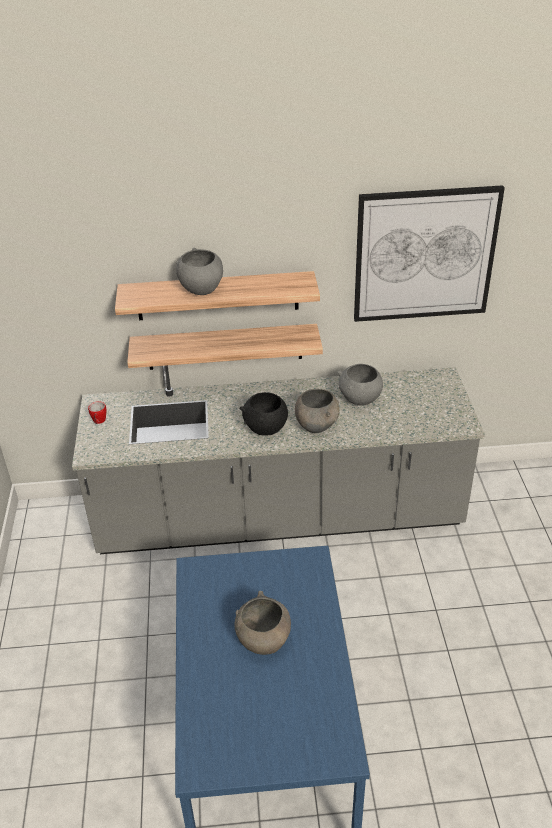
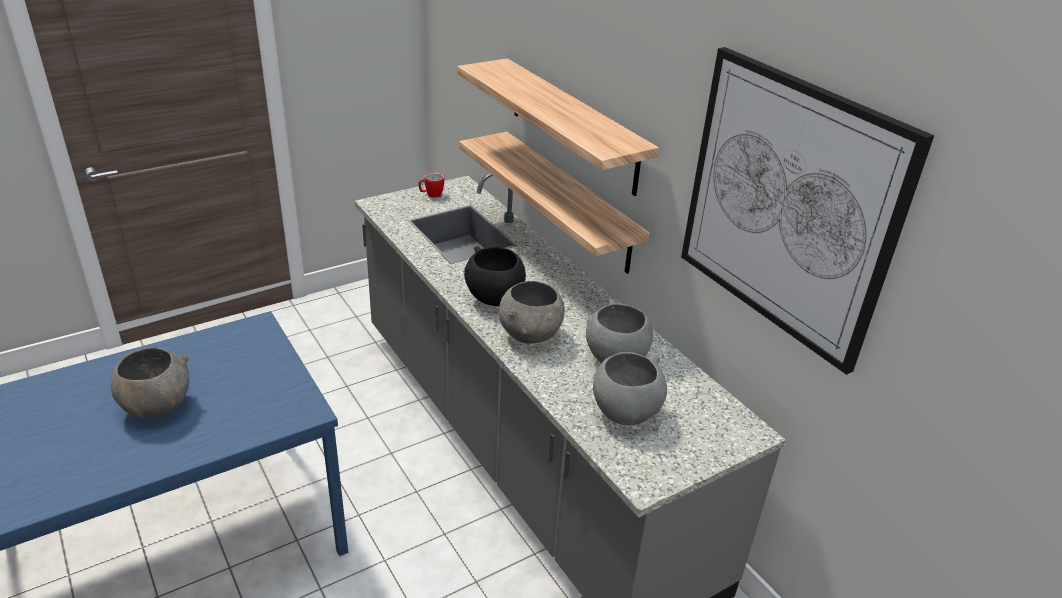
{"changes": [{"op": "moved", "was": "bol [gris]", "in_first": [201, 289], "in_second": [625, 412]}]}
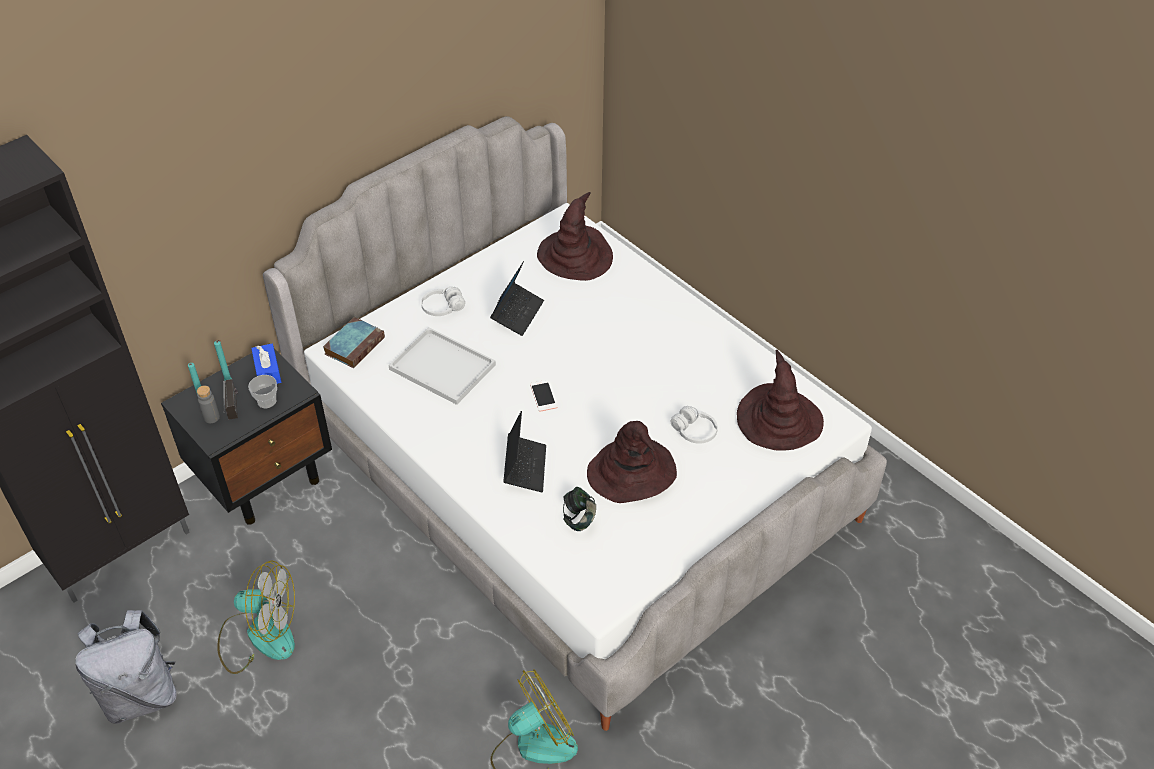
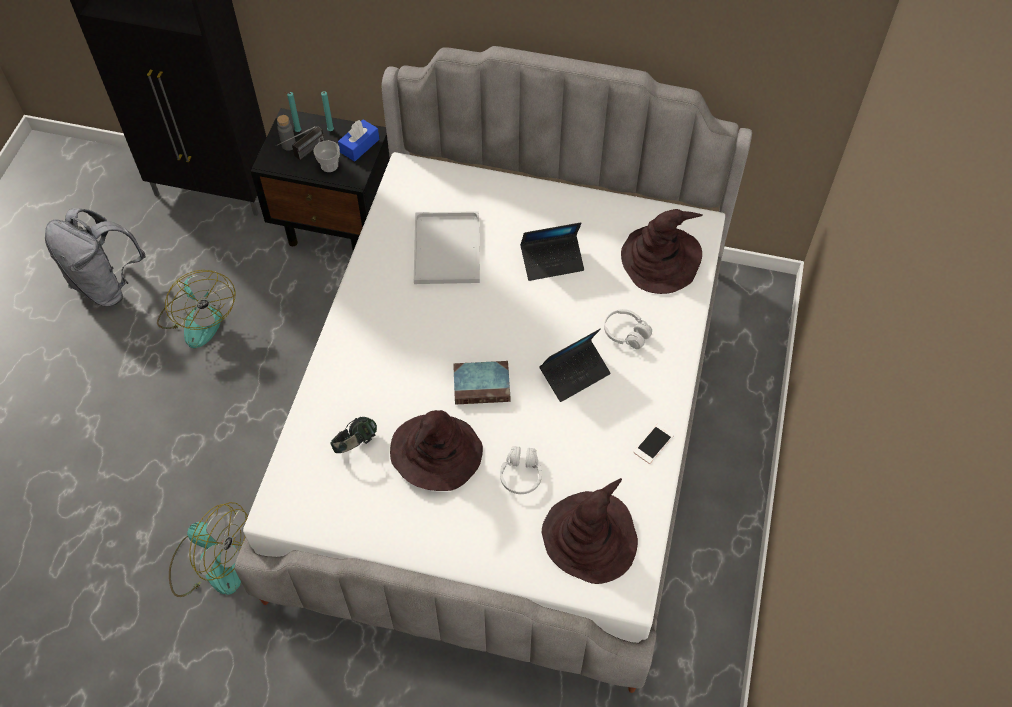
{"changes": [{"op": "moved", "was": "casque audio [blanc]", "in_first": [443, 308], "in_second": [626, 333]}, {"op": "moved", "was": "livre", "in_first": [355, 345], "in_second": [483, 385]}, {"op": "moved", "was": "téléphone", "in_first": [543, 396], "in_second": [653, 444]}, {"op": "moved", "was": "ordinateur portable", "in_first": [525, 467], "in_second": [574, 374]}]}
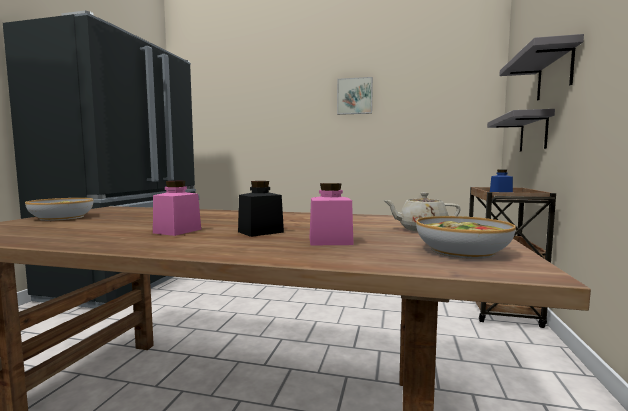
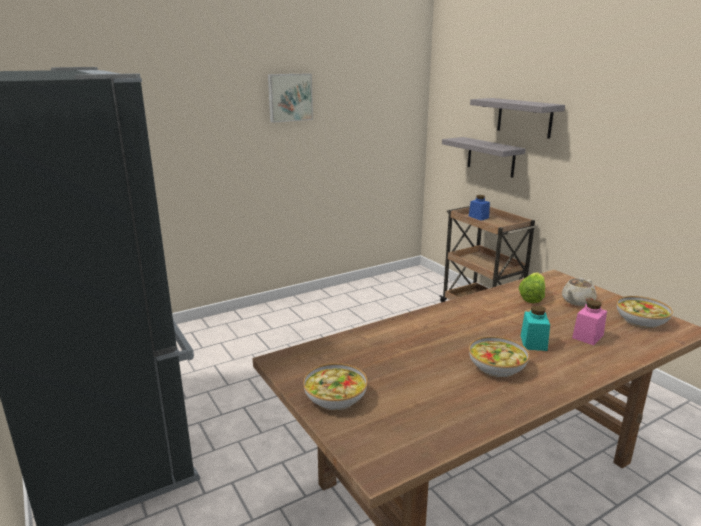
{"changes": [{"op": "replaced", "was": "bocal [rose]", "now": "bol", "in_first": [177, 231], "in_second": [496, 366]}, {"op": "recoloured", "was": "bocal [noir]", "now": "bocal [turquoise]", "in_first": [260, 232], "in_second": [533, 343]}, {"op": "added", "now": "laitue", "in_second": [532, 297]}]}
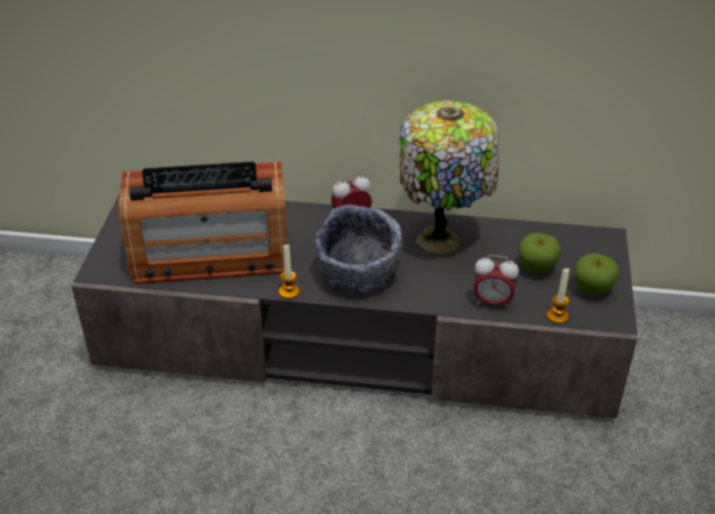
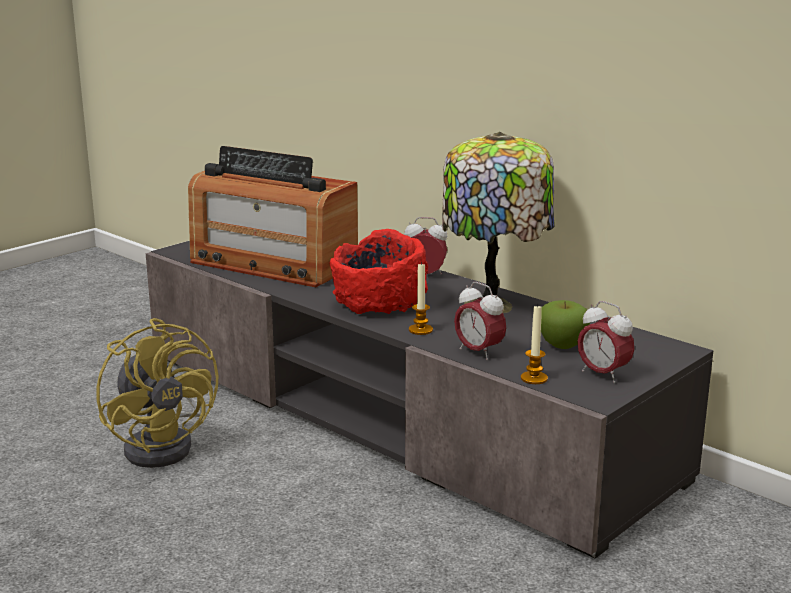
{"changes": [{"op": "recoloured", "was": "bol [gris]", "now": "bol [rouge]", "in_first": [359, 273], "in_second": [379, 304]}, {"op": "moved", "was": "bougie", "in_first": [289, 291], "in_second": [420, 330]}, {"op": "replaced", "was": "pomme", "now": "réveil", "in_first": [592, 290], "in_second": [603, 374]}, {"op": "added", "now": "ventilateur [jaune]", "in_second": [165, 445]}]}
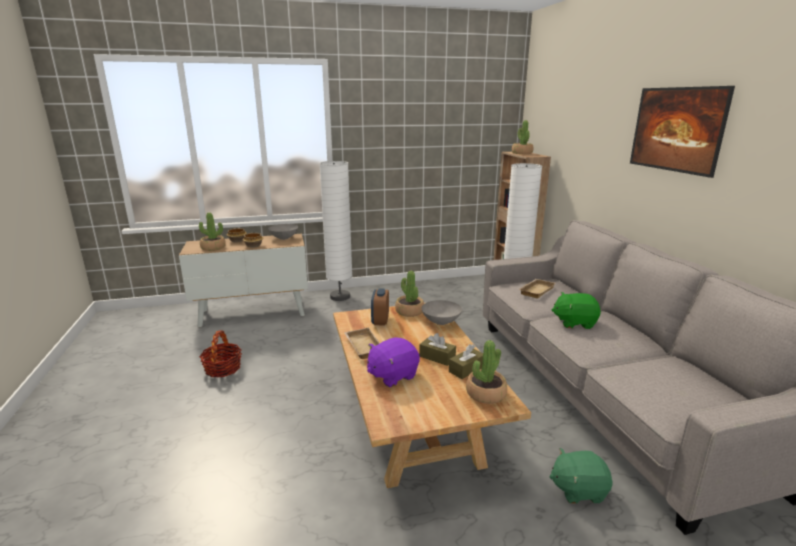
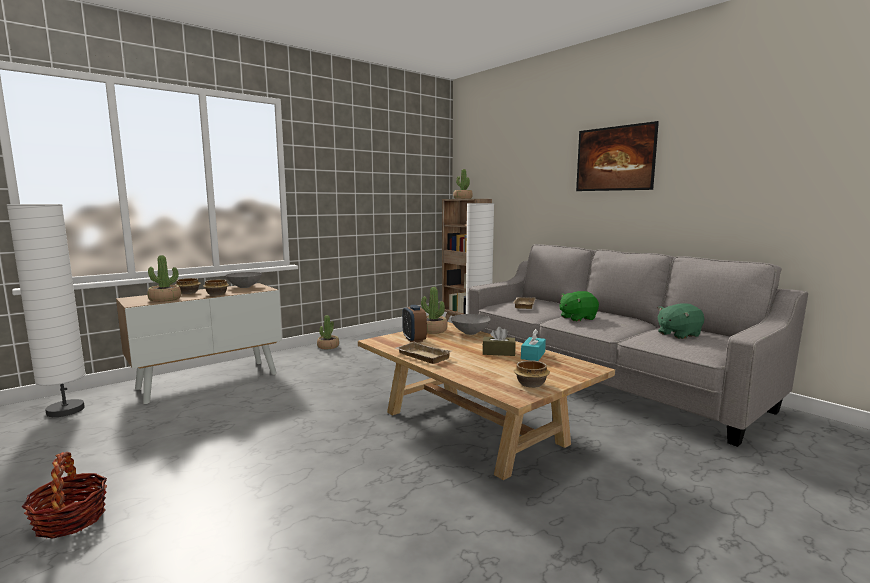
{"changes": [{"op": "moved", "was": "lampadaire [blanc]", "in_first": [340, 297], "in_second": [65, 410]}, {"op": "moved", "was": "panier", "in_first": [223, 368], "in_second": [70, 520]}, {"op": "removed", "was": "peluche [violet]", "in_first": [392, 375]}, {"op": "moved", "was": "plante en pot", "in_first": [485, 393], "in_second": [328, 346]}, {"op": "recoloured", "was": "boîte à mouchoirs [marron]", "now": "boîte à mouchoirs [turquoise]", "in_first": [466, 369], "in_second": [533, 355]}, {"op": "moved", "was": "peluche [vert]", "in_first": [578, 489], "in_second": [678, 334]}, {"op": "added", "now": "bol", "in_second": [530, 384]}]}
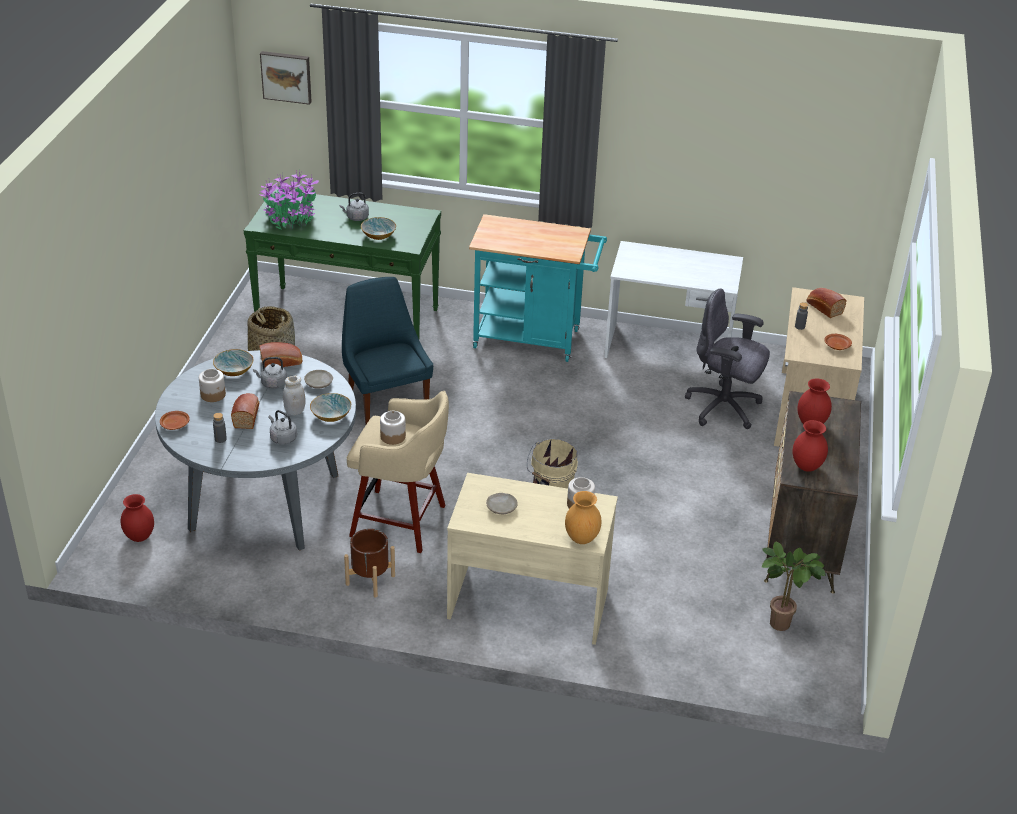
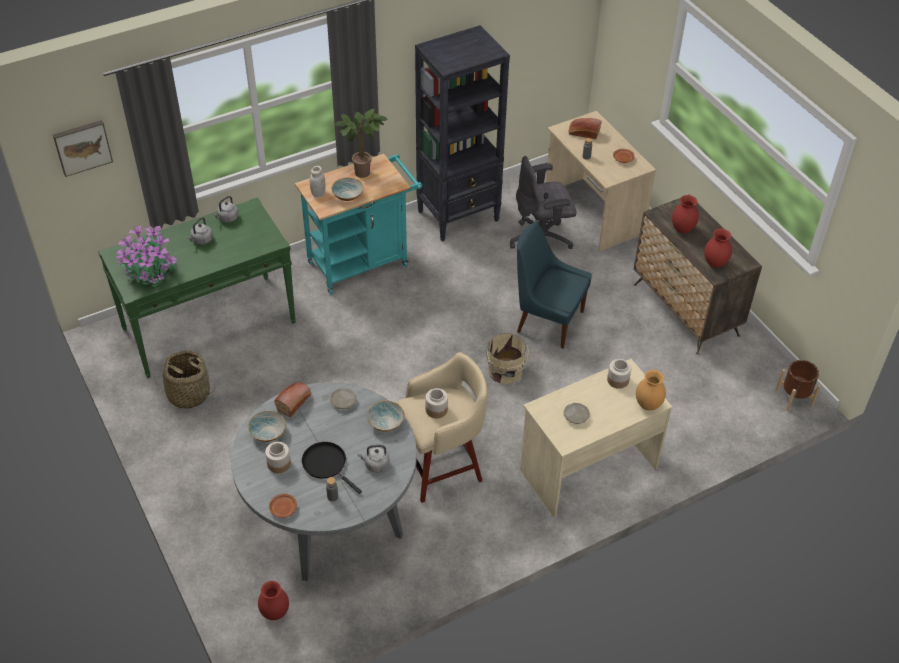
{"changes": [{"op": "moved", "was": "bol", "in_first": [379, 235], "in_second": [348, 195]}, {"op": "replaced", "was": "bureau [blanc]", "now": "bibliothèque [noir]", "in_first": [668, 349], "in_second": [459, 216]}, {"op": "moved", "was": "chaise [bleu]", "in_first": [386, 401], "in_second": [547, 320]}, {"op": "moved", "was": "bouilloire [gris]", "in_first": [272, 384], "in_second": [227, 218]}, {"op": "moved", "was": "bocal [blanc]", "in_first": [295, 411], "in_second": [318, 193]}, {"op": "replaced", "was": "pain", "now": "poêle [noir]", "in_first": [246, 416], "in_second": [326, 464]}, {"op": "moved", "was": "cache-pot [marron]", "in_first": [370, 580], "in_second": [794, 398]}, {"op": "moved", "was": "plante en pot", "in_first": [783, 623], "in_second": [364, 171]}]}
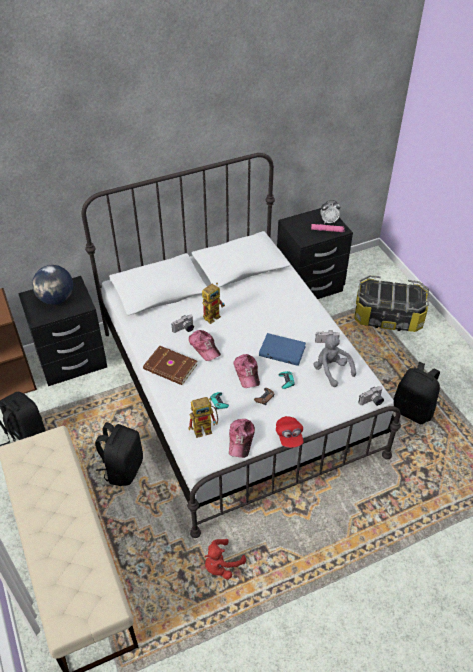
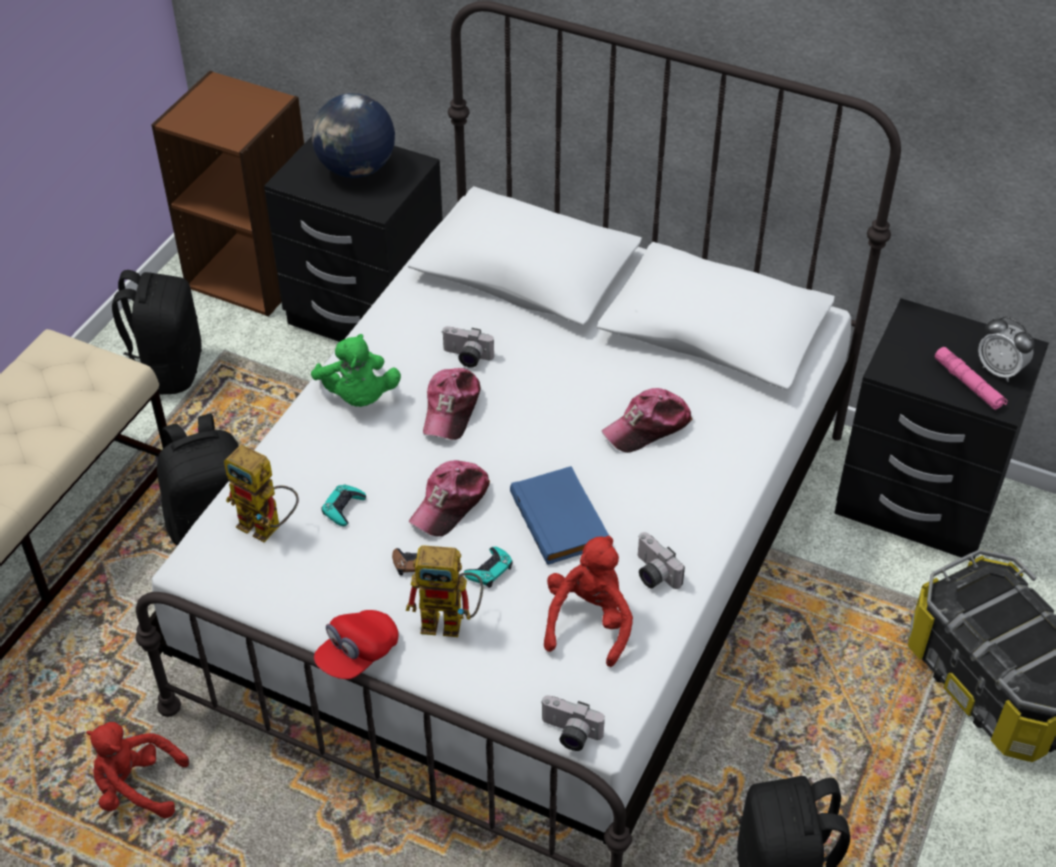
{"changes": [{"op": "moved", "was": "robot jouet", "in_first": [213, 315], "in_second": [451, 621]}, {"op": "recoloured", "was": "peluche [gris]", "now": "peluche [rouge]", "in_first": [331, 370], "in_second": [589, 622]}, {"op": "replaced", "was": "livre [marron]", "now": "peluche [vert]", "in_first": [170, 368], "in_second": [358, 397]}, {"op": "moved", "was": "casquette", "in_first": [241, 440], "in_second": [647, 427]}]}
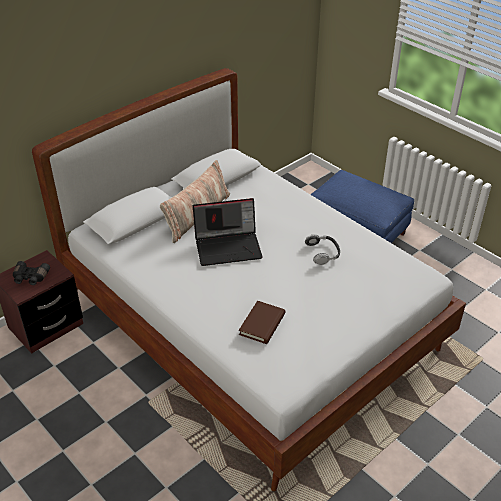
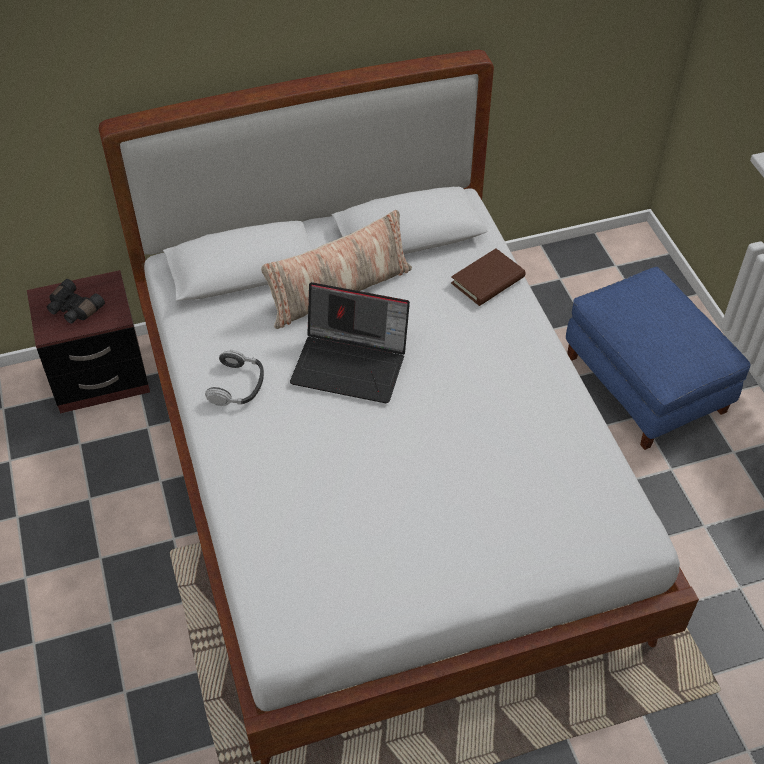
{"changes": [{"op": "moved", "was": "casque audio", "in_first": [323, 252], "in_second": [237, 385]}, {"op": "moved", "was": "livre [marron]", "in_first": [262, 324], "in_second": [488, 280]}]}
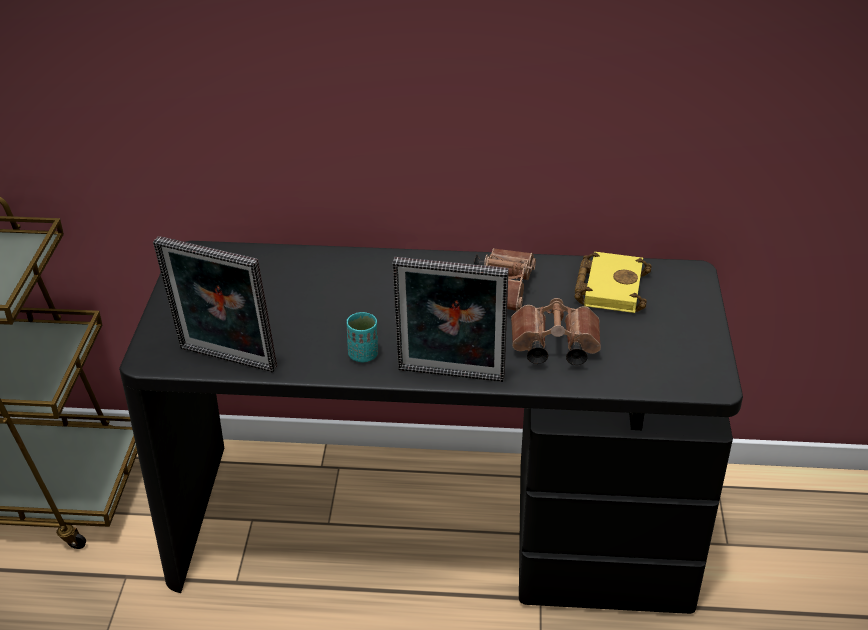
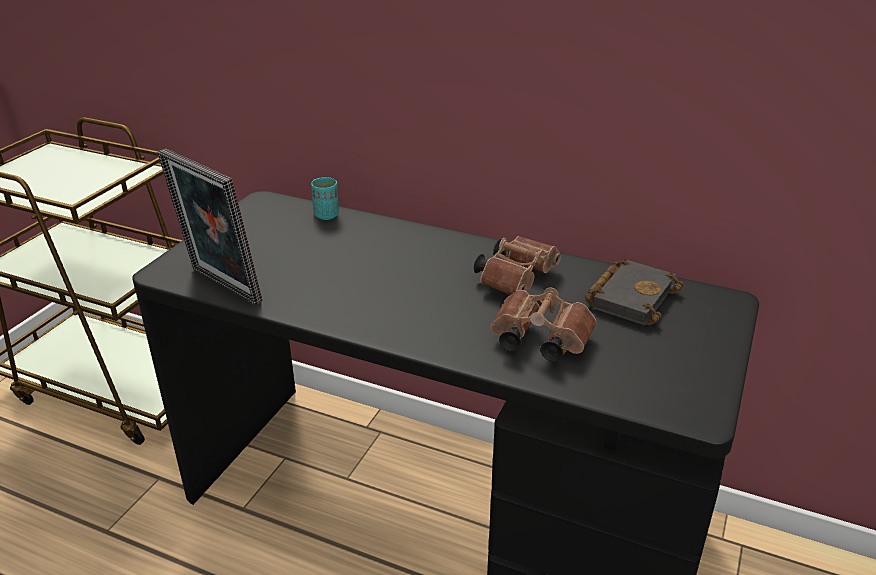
{"changes": [{"op": "recoloured", "was": "livre [jaune]", "now": "livre [noir]", "in_first": [609, 286], "in_second": [630, 296]}, {"op": "removed", "was": "cadre photo", "in_first": [450, 377]}, {"op": "moved", "was": "tasse [turquoise]", "in_first": [363, 355], "in_second": [326, 215]}]}
